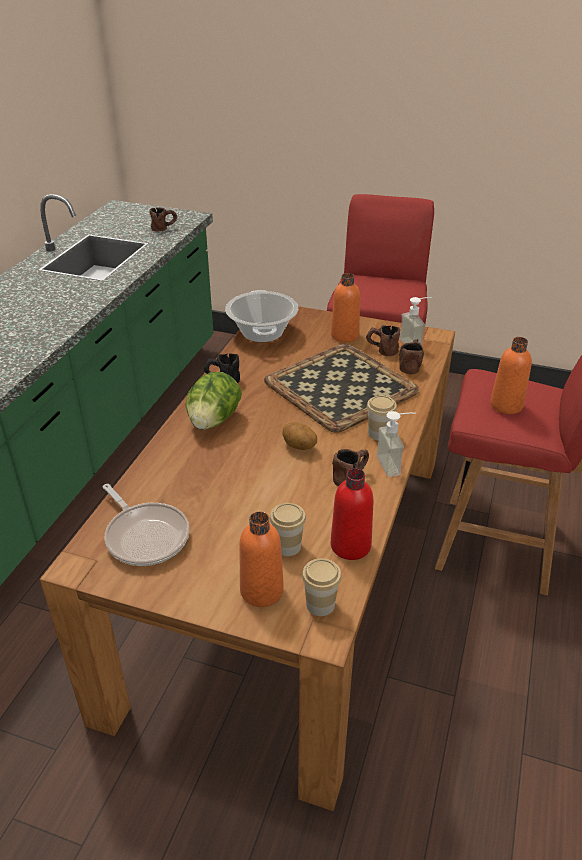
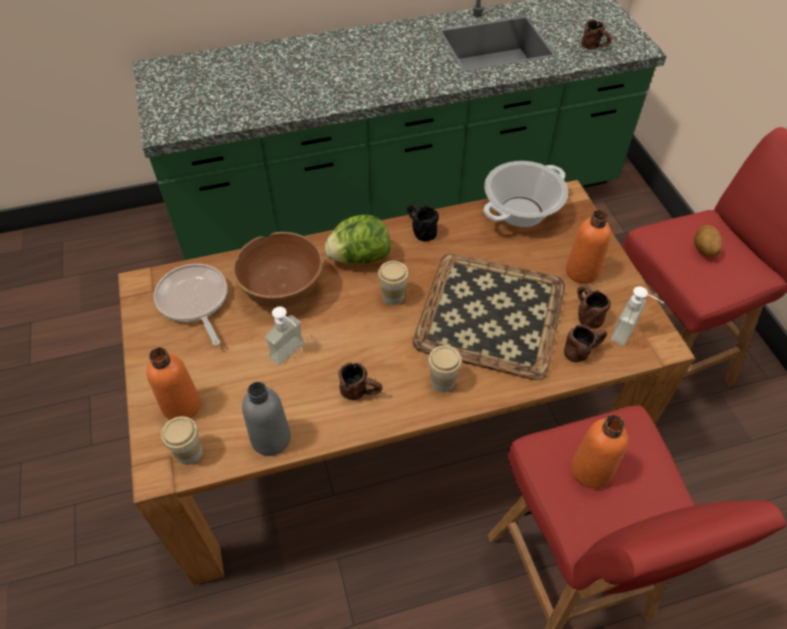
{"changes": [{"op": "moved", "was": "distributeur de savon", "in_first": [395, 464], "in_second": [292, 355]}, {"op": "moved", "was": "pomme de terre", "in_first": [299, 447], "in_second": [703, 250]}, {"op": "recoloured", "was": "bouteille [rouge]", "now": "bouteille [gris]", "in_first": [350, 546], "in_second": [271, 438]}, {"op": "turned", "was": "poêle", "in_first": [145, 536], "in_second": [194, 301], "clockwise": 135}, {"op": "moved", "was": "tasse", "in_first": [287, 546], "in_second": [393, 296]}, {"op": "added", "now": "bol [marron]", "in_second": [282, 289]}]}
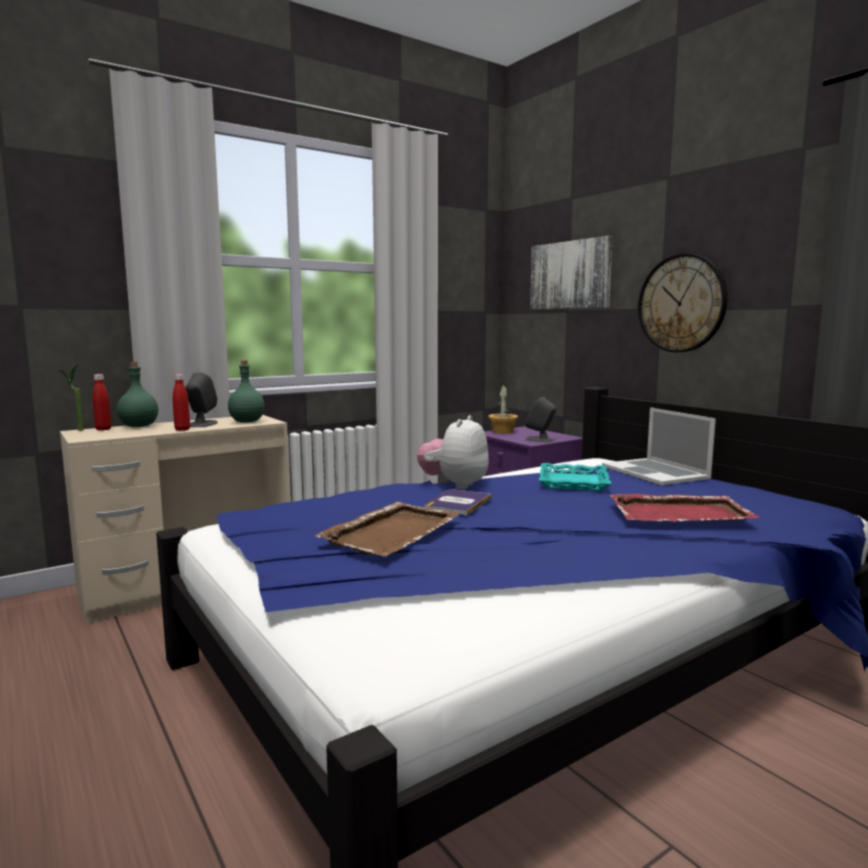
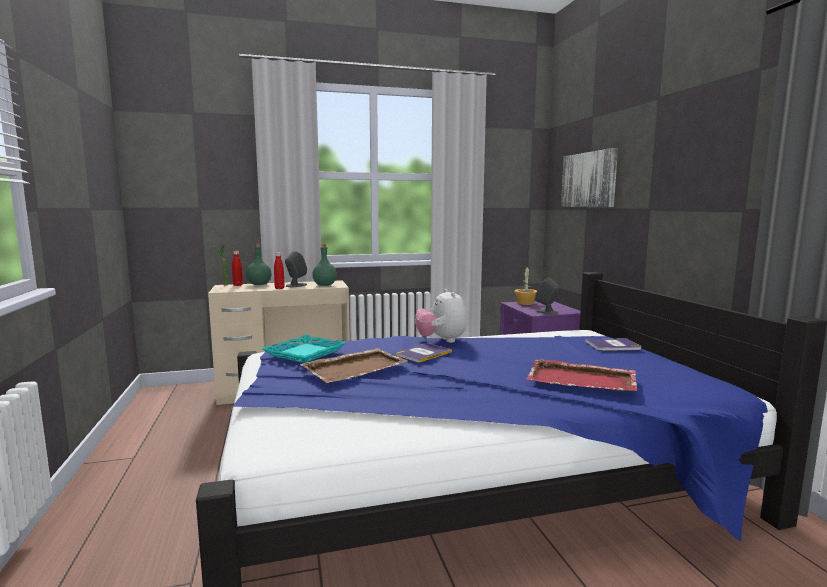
{"changes": [{"op": "removed", "was": "horloge murale", "in_first": [681, 303]}, {"op": "replaced", "was": "ordinateur portable", "now": "livre", "in_first": [655, 472], "in_second": [613, 345]}, {"op": "turned", "was": "peluche", "in_first": [455, 485], "in_second": [441, 340], "clockwise": -60}, {"op": "moved", "was": "plateau [turquoise]", "in_first": [574, 482], "in_second": [305, 353]}]}
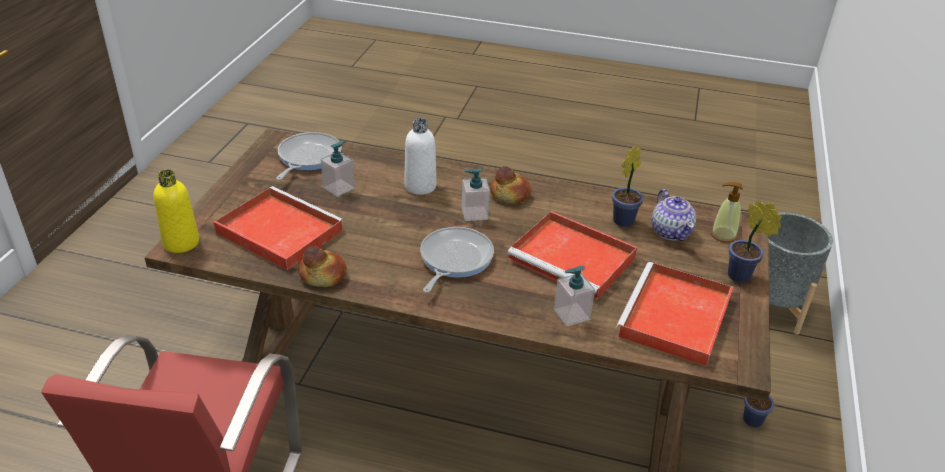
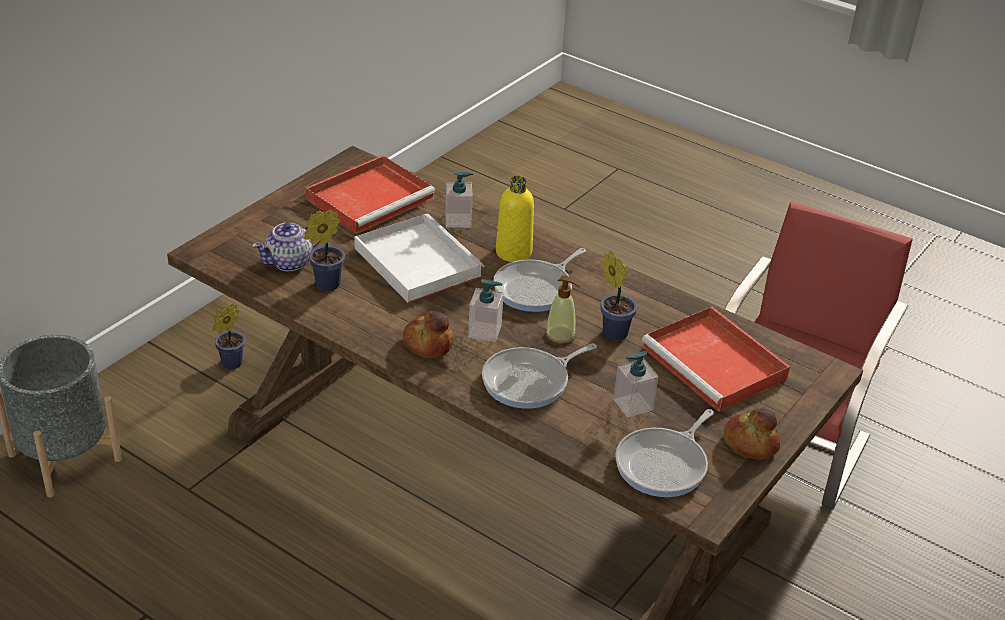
{"changes": [{"op": "replaced", "was": "bouteille [blanc]", "now": "poêle", "in_first": [420, 186], "in_second": [530, 382]}, {"op": "moved", "was": "bouteille [jaune]", "in_first": [181, 242], "in_second": [513, 252]}, {"op": "moved", "was": "distributeur de savon", "in_first": [723, 235], "in_second": [560, 336]}, {"op": "turned", "was": "théière", "in_first": [671, 231], "in_second": [290, 262], "clockwise": -135}, {"op": "moved", "was": "plante en pot", "in_first": [742, 277], "in_second": [613, 331]}, {"op": "recoloured", "was": "plateau [rouge]", "now": "plateau [blanc]", "in_first": [574, 259], "in_second": [415, 261]}, {"op": "moved", "was": "pain", "in_first": [323, 276], "in_second": [750, 443]}]}
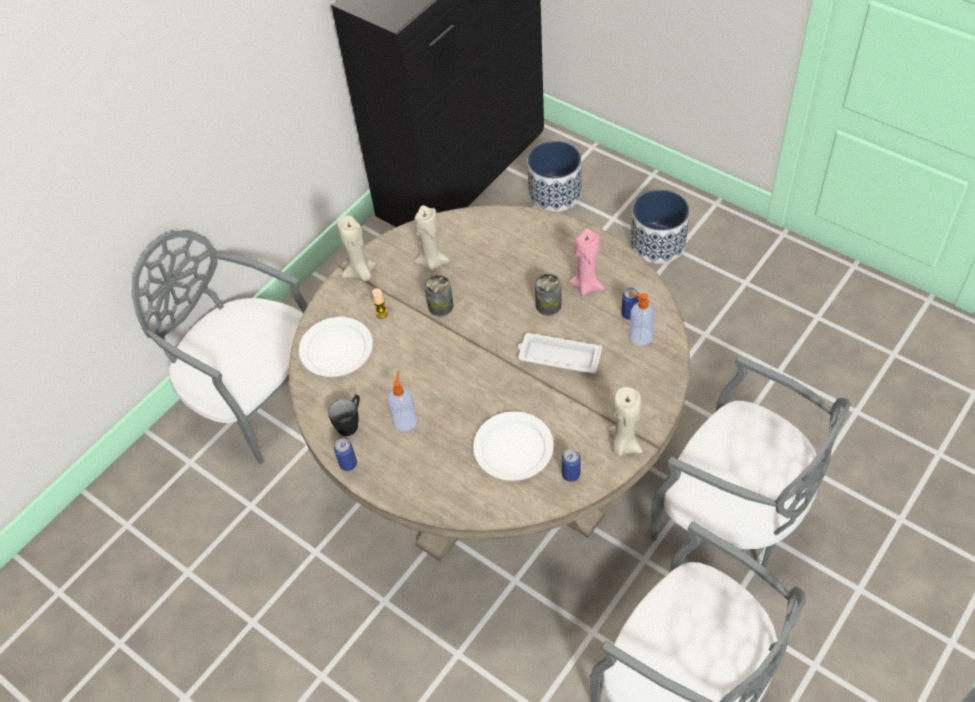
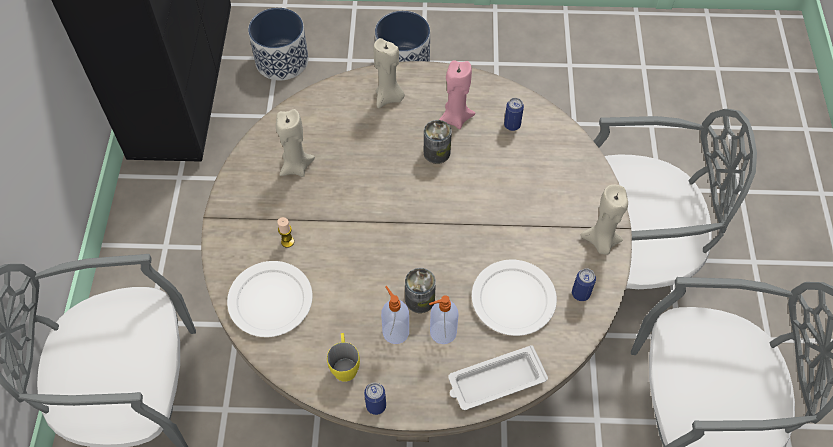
{"changes": [{"op": "moved", "was": "bougie [beige]", "in_first": [360, 273], "in_second": [389, 97]}, {"op": "moved", "was": "boîte métallique", "in_first": [440, 306], "in_second": [420, 299]}, {"op": "moved", "was": "distributeur de savon", "in_first": [639, 336], "in_second": [442, 332]}, {"op": "moved", "was": "plateau [blanc]", "in_first": [558, 357], "in_second": [495, 381]}, {"op": "recoloured", "was": "mug [noir]", "now": "mug [jaune]", "in_first": [350, 423], "in_second": [344, 364]}]}
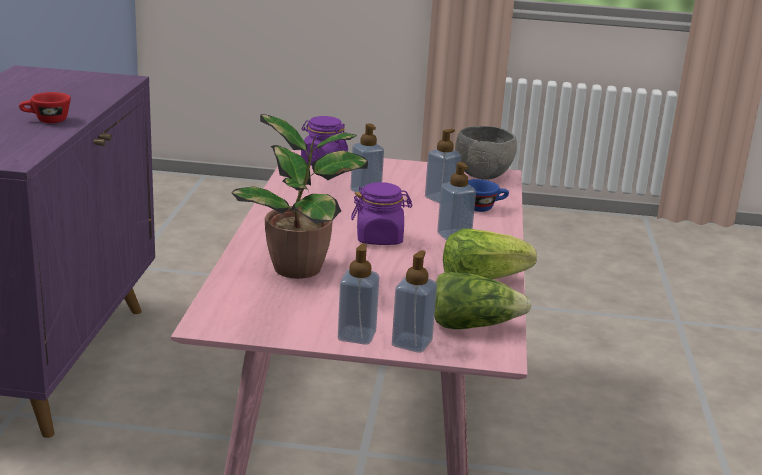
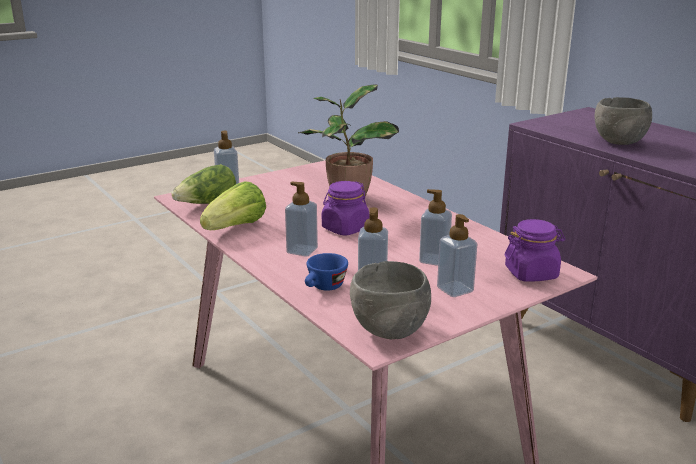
{"changes": [{"op": "replaced", "was": "tasse [rouge]", "now": "bol [gris]", "in_first": [46, 120], "in_second": [618, 142]}, {"op": "moved", "was": "distributeur de savon", "in_first": [356, 336], "in_second": [455, 289]}]}
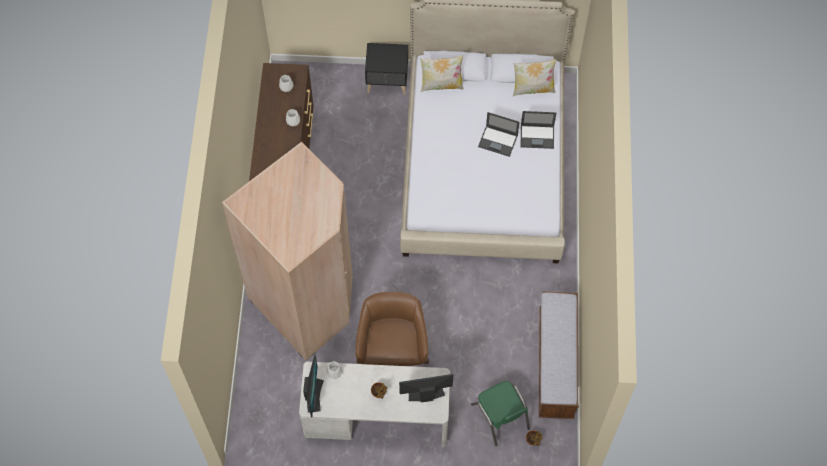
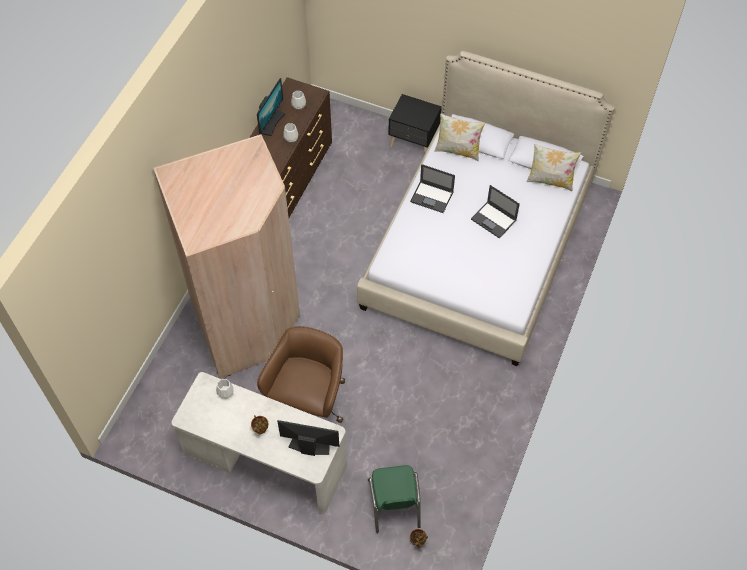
{"changes": [{"op": "moved", "was": "ordinateur portable", "in_first": [537, 136], "in_second": [432, 197]}, {"op": "removed", "was": "banc", "in_first": [555, 363]}, {"op": "moved", "was": "écran d'ordinateur", "in_first": [313, 395], "in_second": [271, 122]}]}
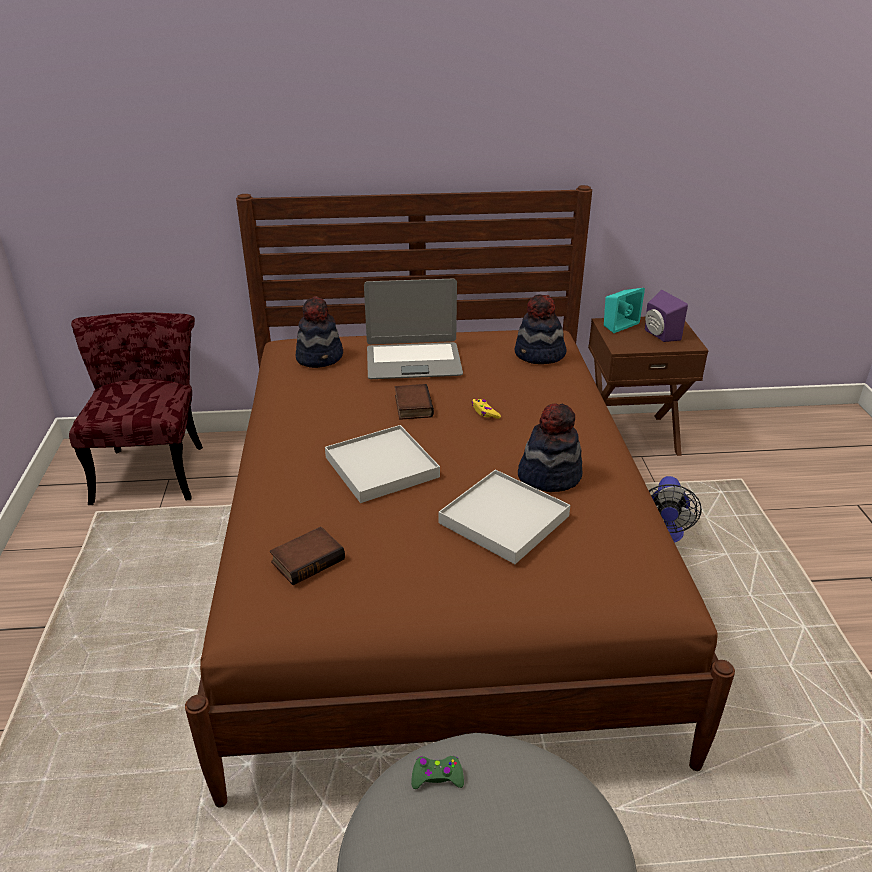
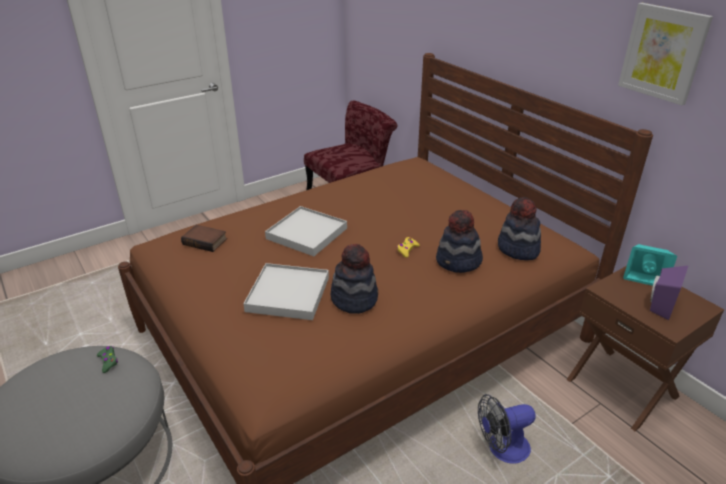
{"changes": [{"op": "removed", "was": "ordinateur portable", "in_first": [413, 362]}, {"op": "moved", "was": "chapeau", "in_first": [320, 357], "in_second": [458, 262]}, {"op": "removed", "was": "livre", "in_first": [412, 406]}, {"op": "added", "now": "tableau", "in_second": [663, 53]}]}
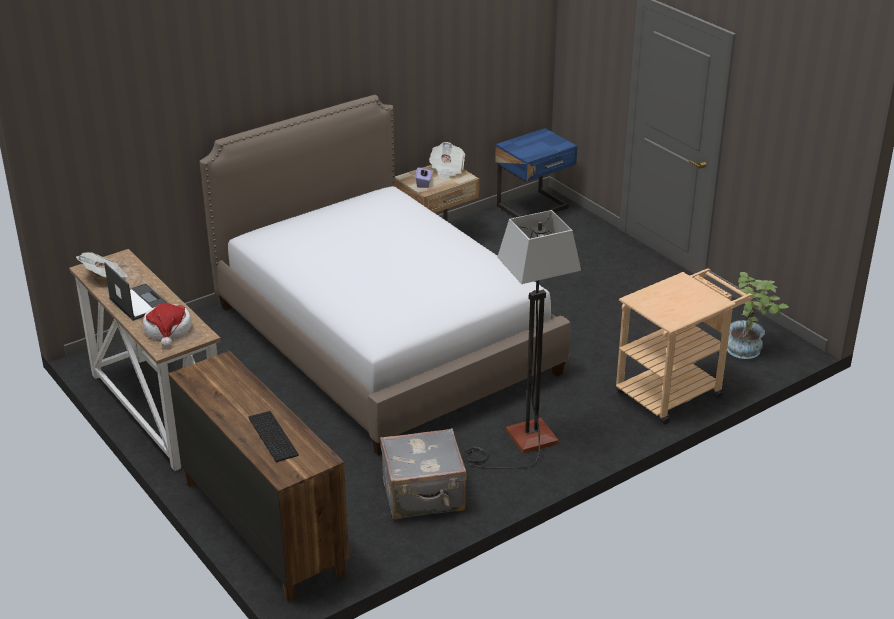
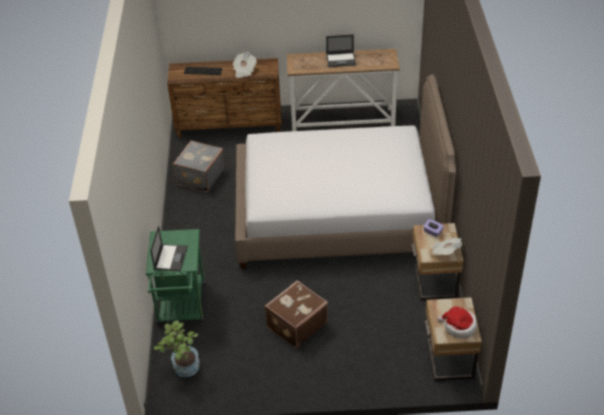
{"changes": [{"op": "recoloured", "was": "table de chevet [bleu]", "now": "table de chevet [beige]", "in_first": [534, 208], "in_second": [448, 360]}, {"op": "removed", "was": "lampadaire", "in_first": [520, 443]}, {"op": "moved", "was": "journal", "in_first": [104, 276], "in_second": [244, 71]}, {"op": "recoloured", "was": "chariot [beige]", "now": "chariot [vert]", "in_first": [675, 391], "in_second": [182, 308]}, {"op": "moved", "was": "chapeau", "in_first": [168, 330], "in_second": [458, 327]}, {"op": "added", "now": "ordinateur portable", "in_second": [170, 257]}, {"op": "added", "now": "valise [marron]", "in_second": [296, 325]}]}
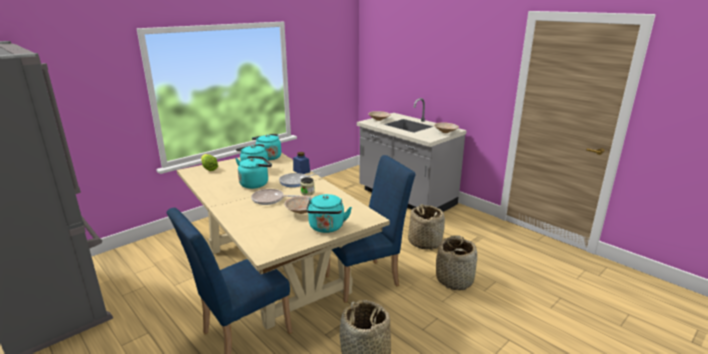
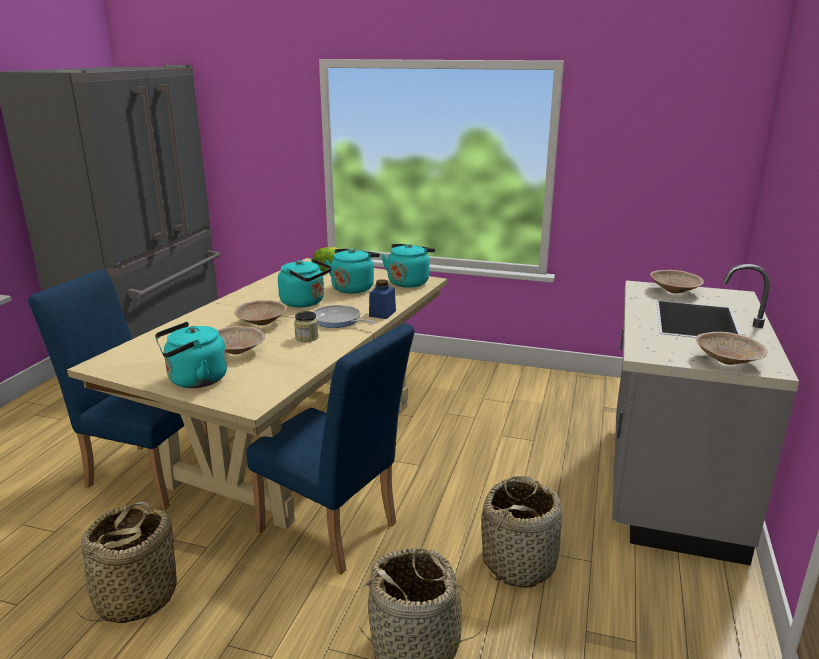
{"changes": [{"op": "replaced", "was": "poêle", "now": "bol [beige]", "in_first": [270, 199], "in_second": [261, 323]}]}
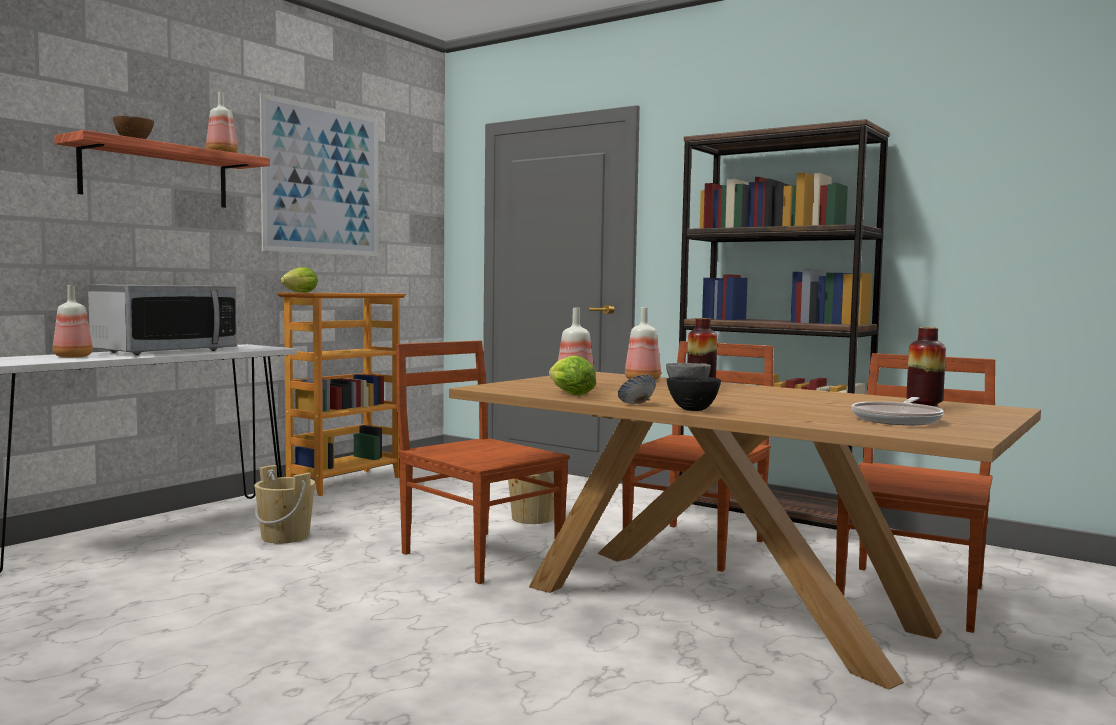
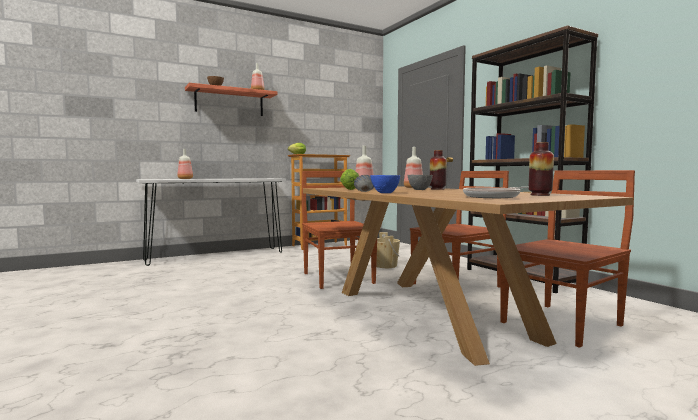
{"changes": [{"op": "removed", "was": "tableau", "in_first": [322, 180]}, {"op": "removed", "was": "micro-ondes", "in_first": [165, 351]}, {"op": "recoloured", "was": "bol [noir]", "now": "bol [bleu]", "in_first": [692, 410], "in_second": [384, 193]}, {"op": "removed", "was": "seau [beige]", "in_first": [285, 536]}]}
